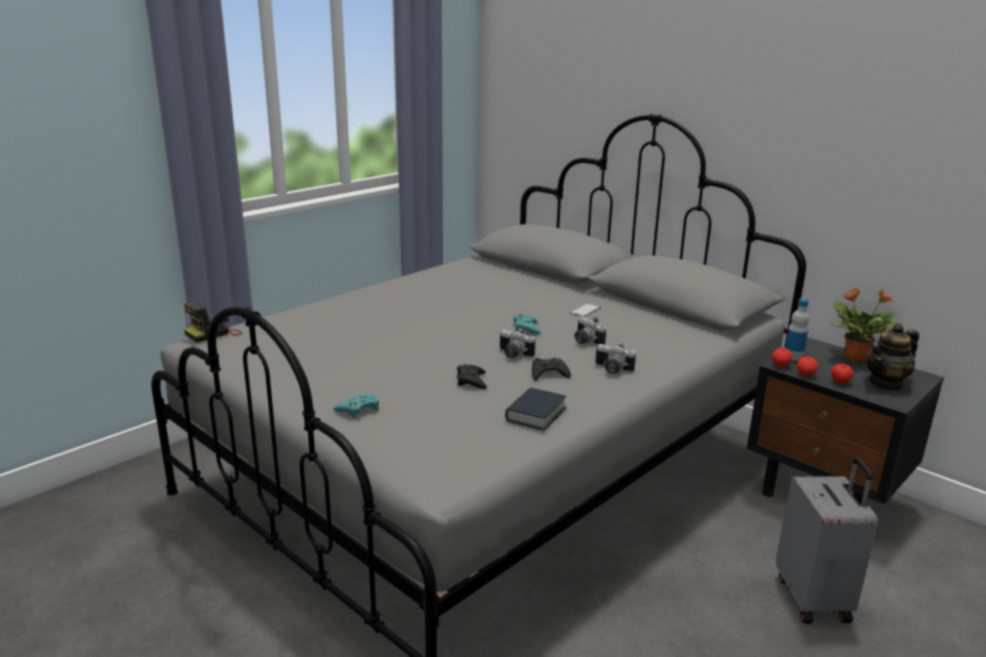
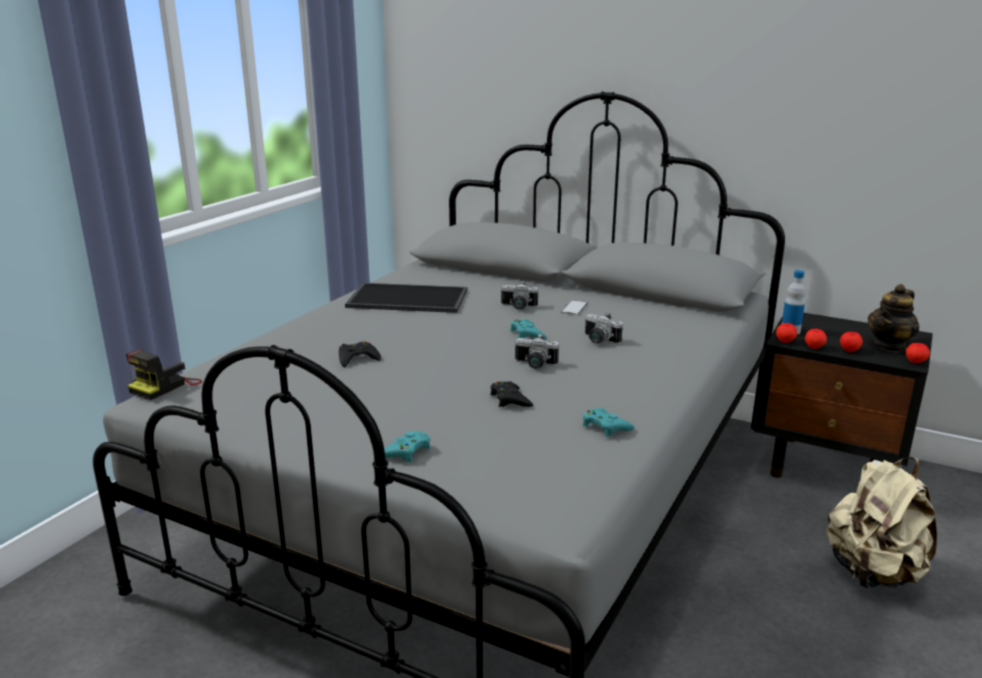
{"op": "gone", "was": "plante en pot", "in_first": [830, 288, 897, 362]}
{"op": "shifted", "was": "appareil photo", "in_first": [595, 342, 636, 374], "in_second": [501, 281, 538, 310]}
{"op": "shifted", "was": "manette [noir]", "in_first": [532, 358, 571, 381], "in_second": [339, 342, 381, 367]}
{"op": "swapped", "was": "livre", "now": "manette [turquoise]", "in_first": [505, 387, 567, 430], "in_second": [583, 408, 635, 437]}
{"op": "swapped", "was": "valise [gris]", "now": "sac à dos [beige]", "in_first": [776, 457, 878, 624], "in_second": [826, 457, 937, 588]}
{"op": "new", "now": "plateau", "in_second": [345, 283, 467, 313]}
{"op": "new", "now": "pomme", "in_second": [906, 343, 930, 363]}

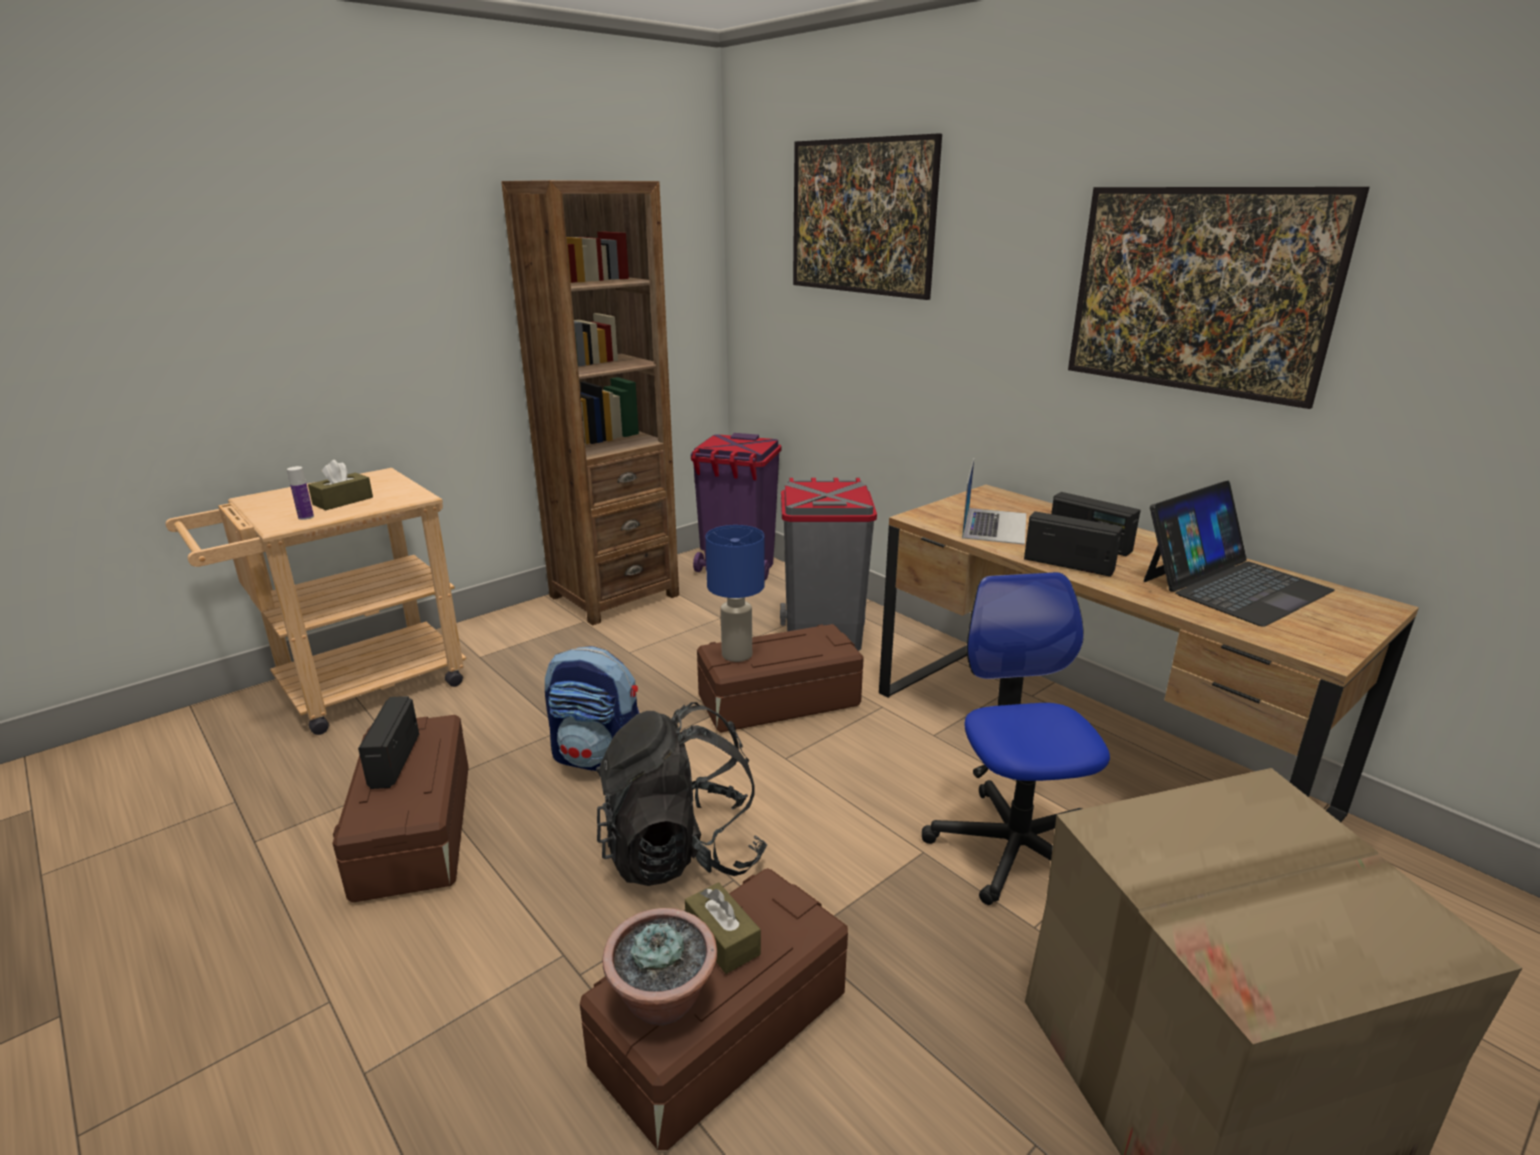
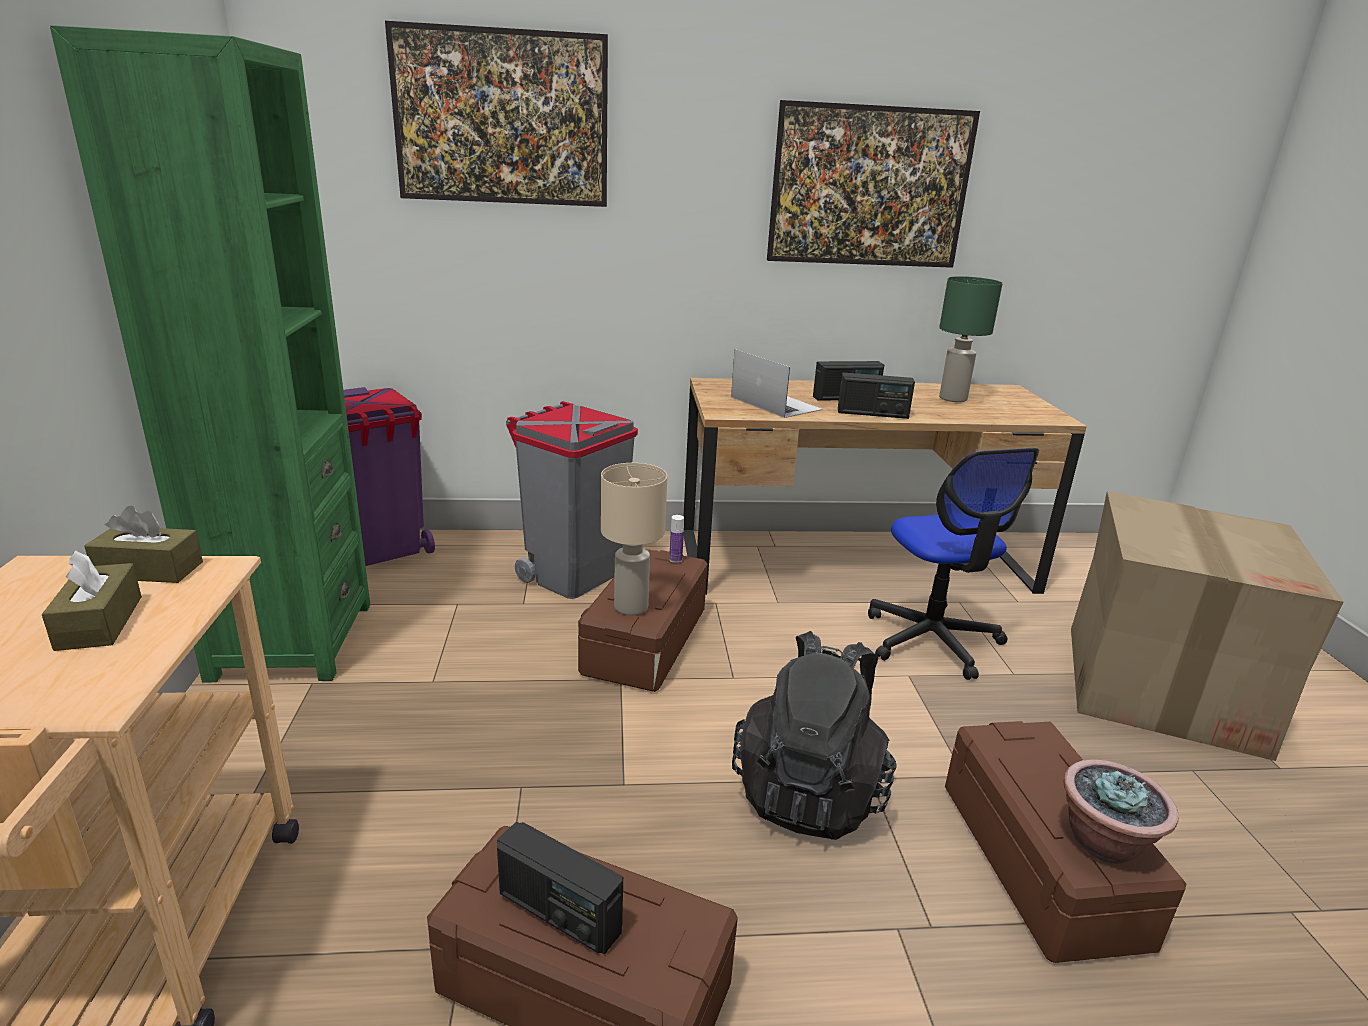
{"op": "repainted", "was": "bibliothèque [marron]", "now": "bibliothèque [vert]", "in_first": [501, 180, 679, 625], "in_second": [50, 25, 370, 683]}
{"op": "shifted", "was": "bouteille", "in_first": [287, 466, 314, 520], "in_second": [669, 515, 684, 563]}
{"op": "swapped", "was": "ordinateur portable", "now": "lampe de table [vert]", "in_first": [1144, 481, 1335, 627], "in_second": [939, 276, 1003, 402]}
{"op": "rotated", "was": "radio", "in_first": [1024, 511, 1123, 577], "in_second": [838, 373, 915, 419], "clockwise": -150}
{"op": "repainted", "was": "lampe de table [bleu]", "now": "lampe de table [beige]", "in_first": [705, 525, 765, 662], "in_second": [601, 463, 667, 615]}
{"op": "rotated", "was": "chaise de bureau", "in_first": [922, 572, 1110, 905], "in_second": [868, 448, 1039, 680], "clockwise": -135}
{"op": "gone", "was": "sac à dos", "in_first": [545, 646, 639, 771]}
{"op": "shifted", "was": "boîte à mouchoirs [marron]", "in_first": [685, 882, 761, 974], "in_second": [84, 506, 203, 583]}

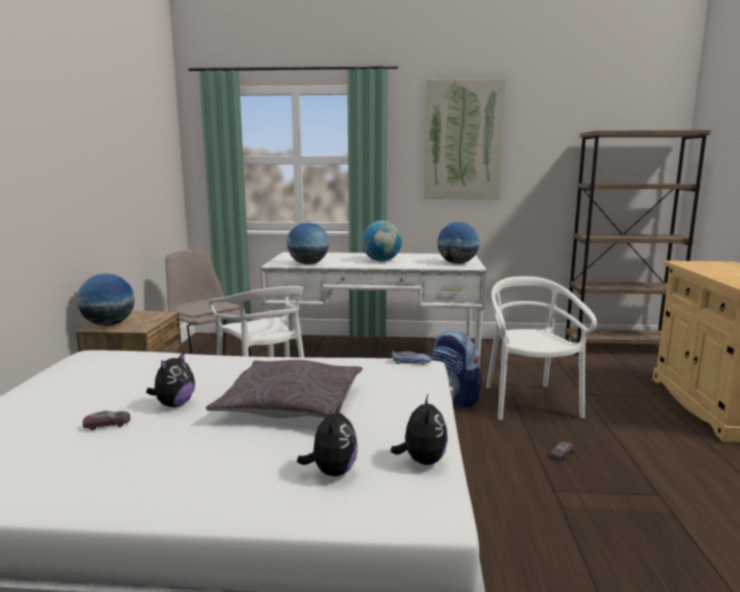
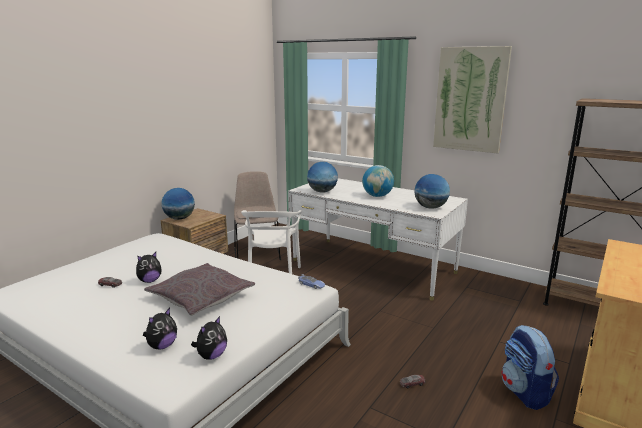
{"op": "gone", "was": "chaise [blanc]", "in_first": [486, 276, 597, 421]}
{"op": "shifted", "was": "sac à dos", "in_first": [432, 331, 482, 408], "in_second": [501, 325, 559, 410]}

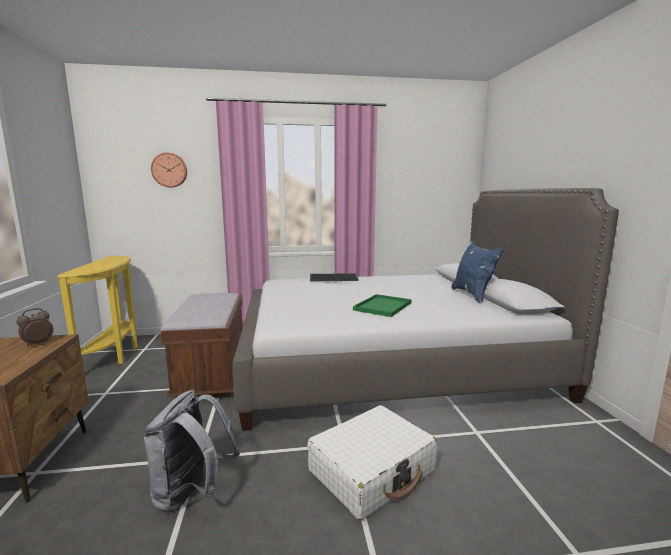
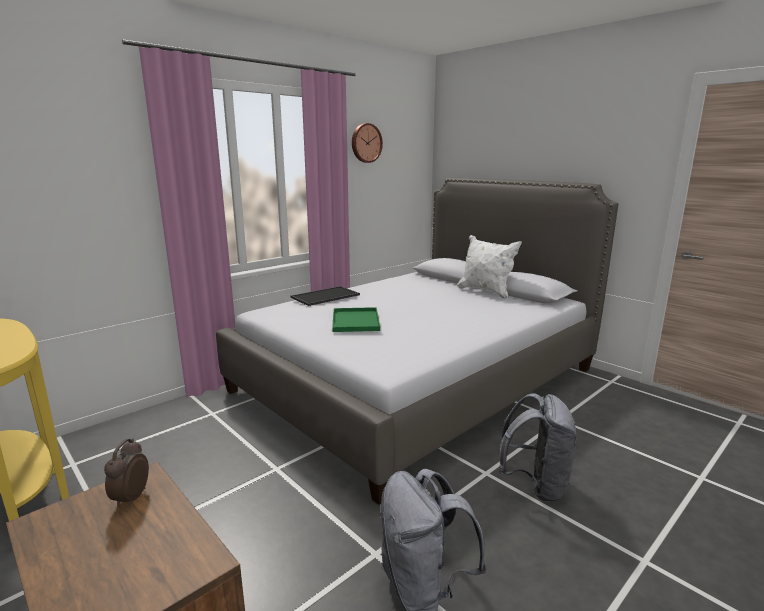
{"op": "shifted", "was": "horloge murale", "in_first": [151, 153, 187, 188], "in_second": [352, 123, 383, 163]}
{"op": "repainted", "was": "coussin [bleu]", "now": "coussin [blanc]", "in_first": [451, 240, 504, 303], "in_second": [457, 235, 522, 300]}
{"op": "gone", "was": "banc [marron]", "in_first": [161, 293, 242, 398]}
{"op": "shifted", "was": "plateau [vert]", "in_first": [353, 294, 412, 317], "in_second": [332, 307, 380, 332]}
{"op": "swapped", "was": "valise [blanc]", "now": "sac à dos [gris]", "in_first": [307, 405, 437, 520], "in_second": [499, 393, 577, 502]}

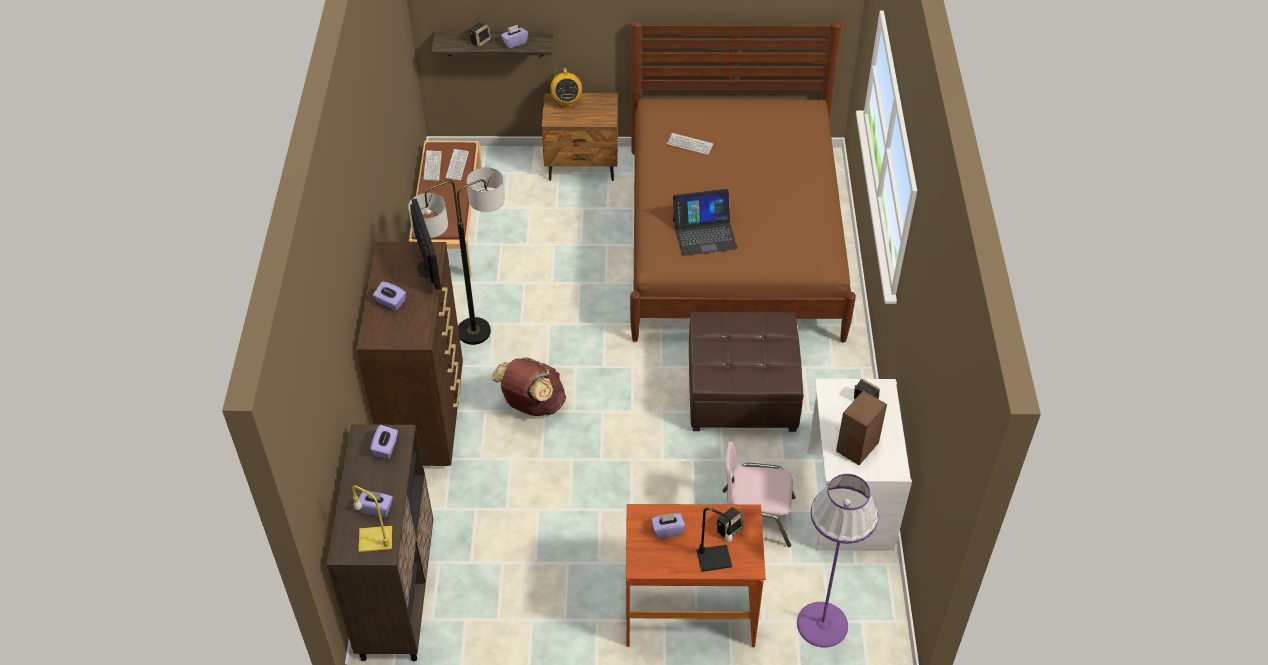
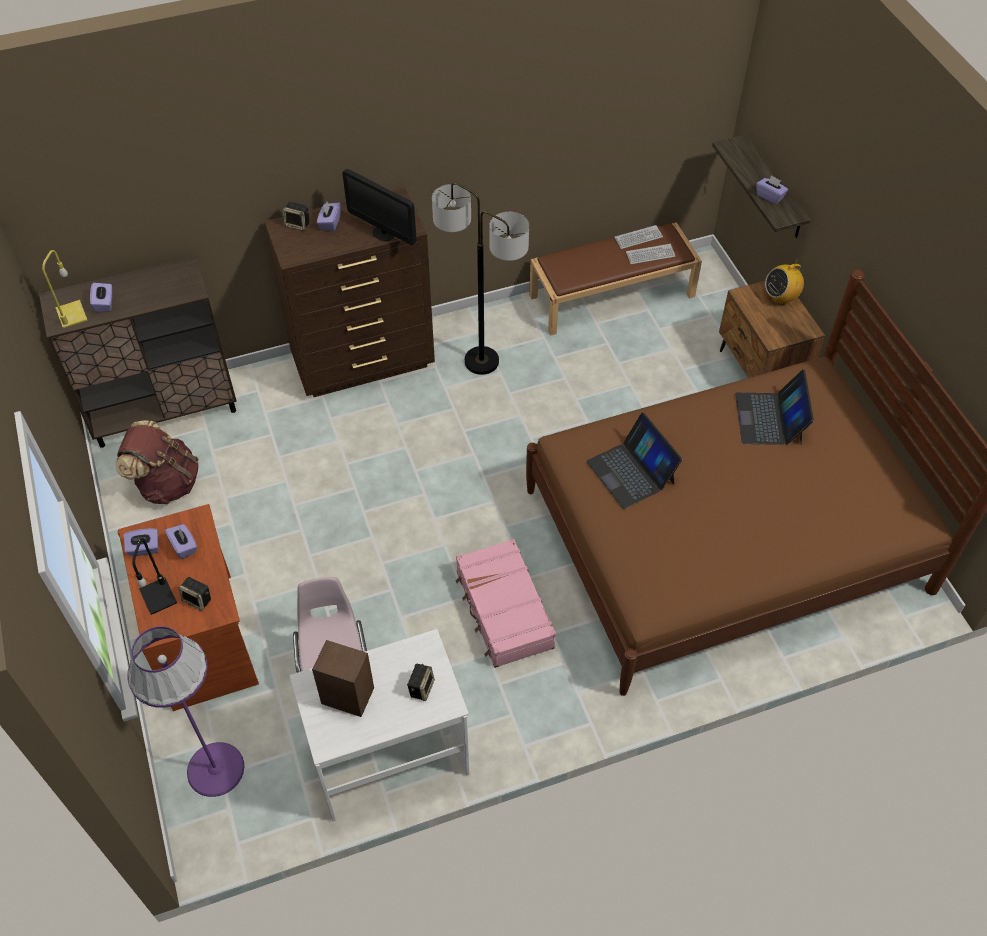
{"op": "shifted", "was": "enceinte", "in_first": [469, 22, 491, 47], "in_second": [283, 202, 309, 231]}
{"op": "swapped", "was": "clavier", "now": "ordinateur portable", "in_first": [667, 133, 713, 155], "in_second": [735, 369, 814, 445]}
{"op": "rotated", "was": "écran d'ordinateur", "in_first": [410, 199, 441, 290], "in_second": [342, 169, 416, 245], "clockwise": 75}
{"op": "swapped", "was": "pouf [marron]", "now": "valise [rose]", "in_first": [689, 312, 804, 432], "in_second": [455, 539, 556, 668]}
{"op": "shifted", "was": "sac à dos [marron]", "in_first": [491, 357, 566, 416], "in_second": [116, 420, 198, 504]}
{"op": "shifted", "was": "boîte à mouchoirs [violet]", "in_first": [370, 425, 398, 459], "in_second": [124, 528, 158, 556]}

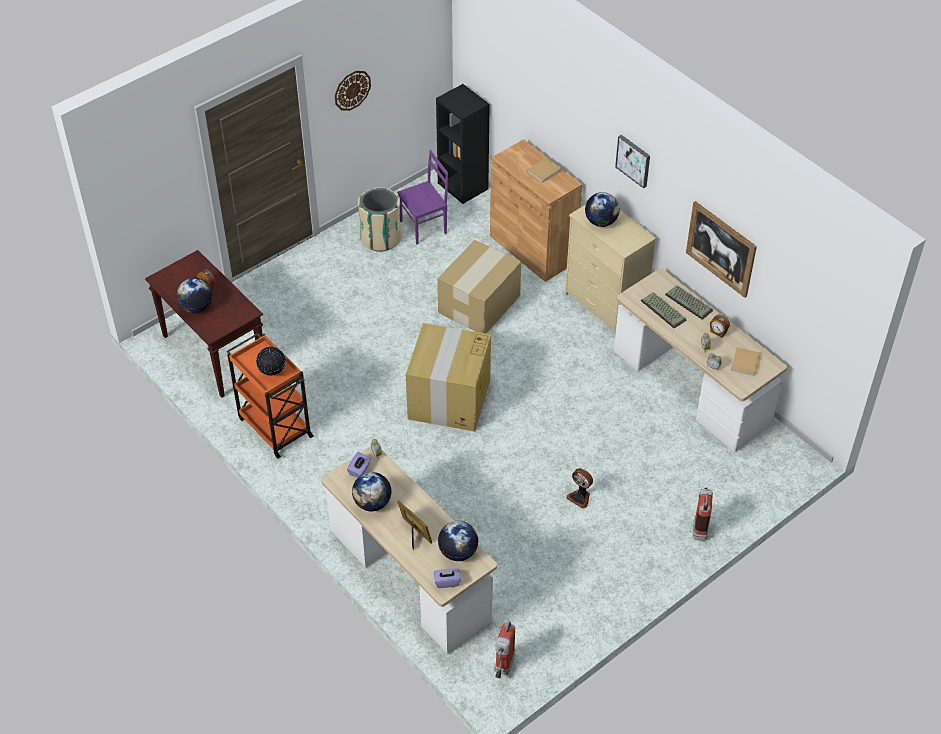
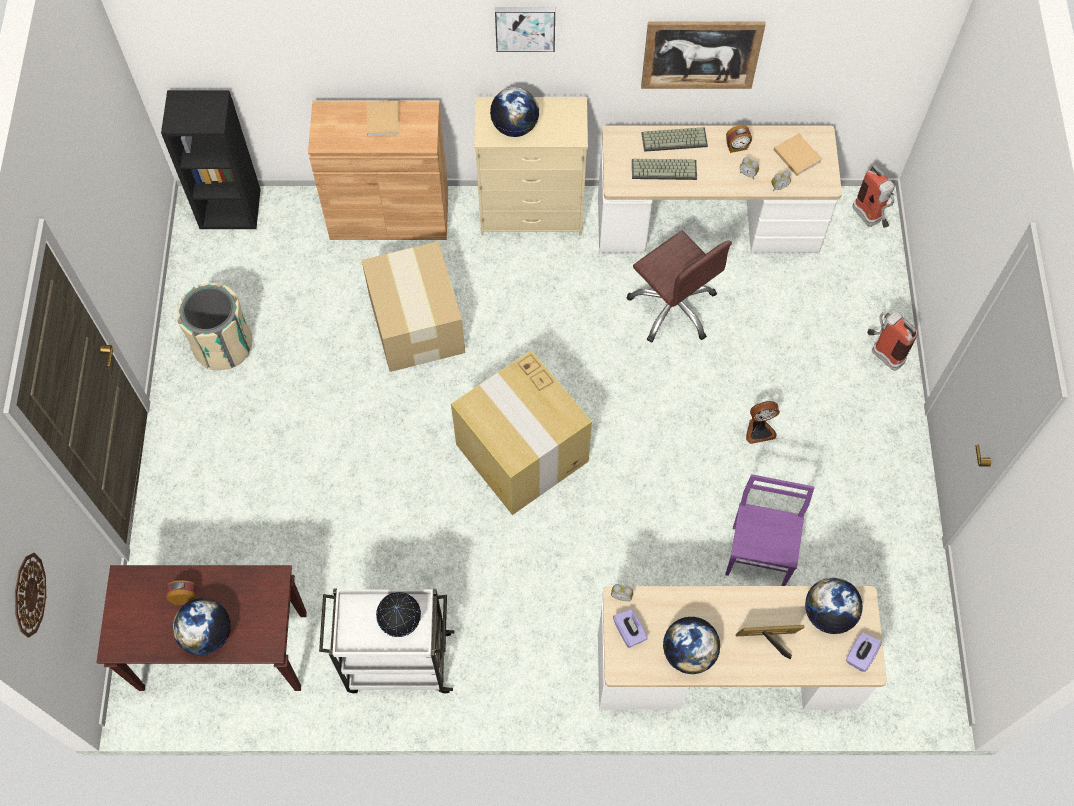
{"op": "shifted", "was": "horloge murale", "in_first": [335, 71, 371, 111], "in_second": [15, 553, 46, 638]}
{"op": "shifted", "was": "chaise [violet]", "in_first": [397, 150, 448, 244], "in_second": [725, 474, 815, 586]}
{"op": "repainted", "was": "chariot [orange]", "now": "chariot [blanc]", "in_first": [227, 333, 314, 459], "in_second": [319, 588, 455, 694]}
{"op": "shifted", "was": "extincteur", "in_first": [495, 621, 516, 678], "in_second": [852, 165, 895, 228]}
{"op": "new", "now": "chaise de bureau [marron]", "in_second": [627, 230, 732, 343]}

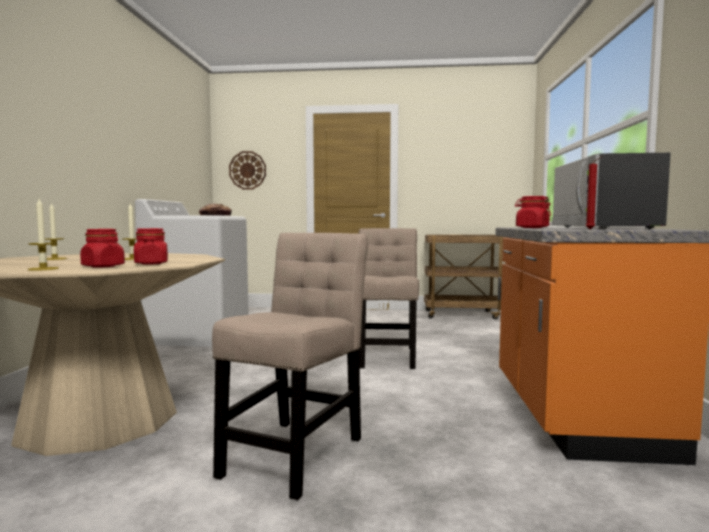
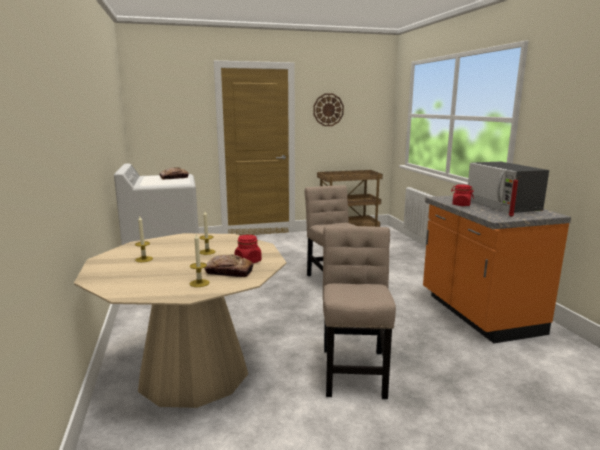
{"op": "shifted", "was": "horloge murale", "in_first": [229, 151, 266, 190], "in_second": [313, 94, 344, 126]}
{"op": "swapped", "was": "bocal [rouge]", "now": "pain", "in_first": [80, 229, 125, 268], "in_second": [204, 255, 253, 277]}

